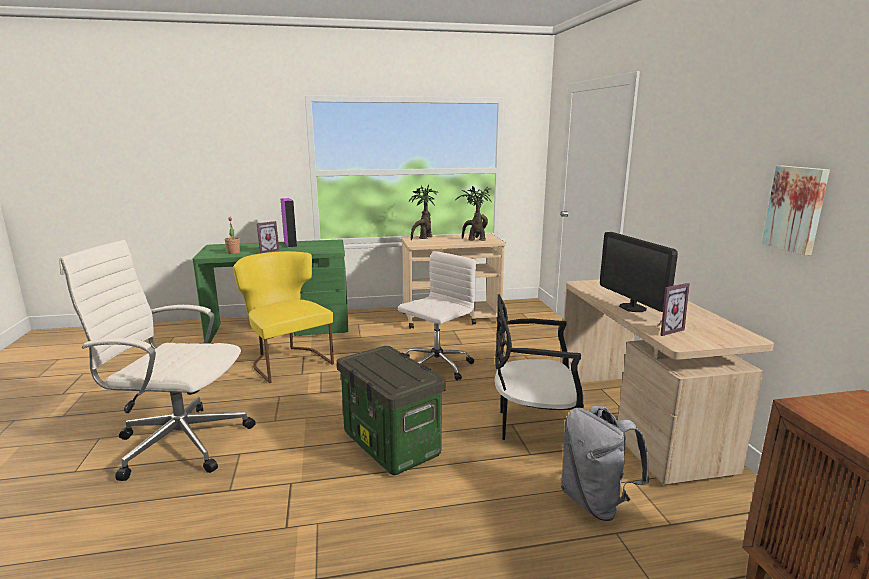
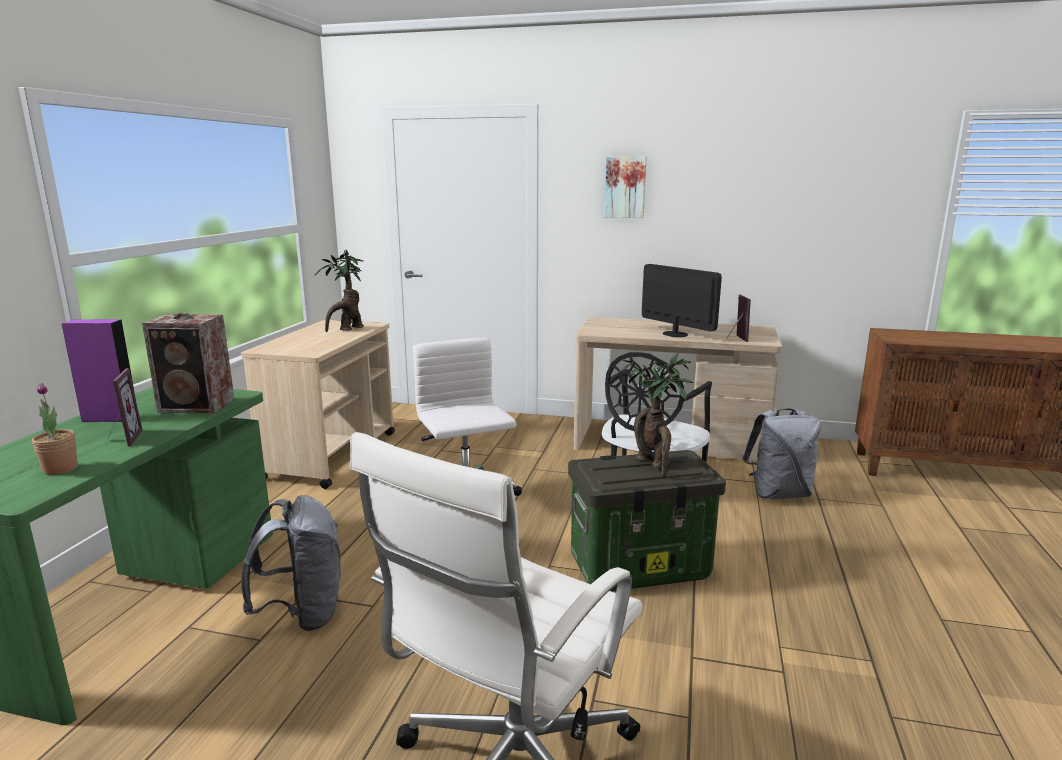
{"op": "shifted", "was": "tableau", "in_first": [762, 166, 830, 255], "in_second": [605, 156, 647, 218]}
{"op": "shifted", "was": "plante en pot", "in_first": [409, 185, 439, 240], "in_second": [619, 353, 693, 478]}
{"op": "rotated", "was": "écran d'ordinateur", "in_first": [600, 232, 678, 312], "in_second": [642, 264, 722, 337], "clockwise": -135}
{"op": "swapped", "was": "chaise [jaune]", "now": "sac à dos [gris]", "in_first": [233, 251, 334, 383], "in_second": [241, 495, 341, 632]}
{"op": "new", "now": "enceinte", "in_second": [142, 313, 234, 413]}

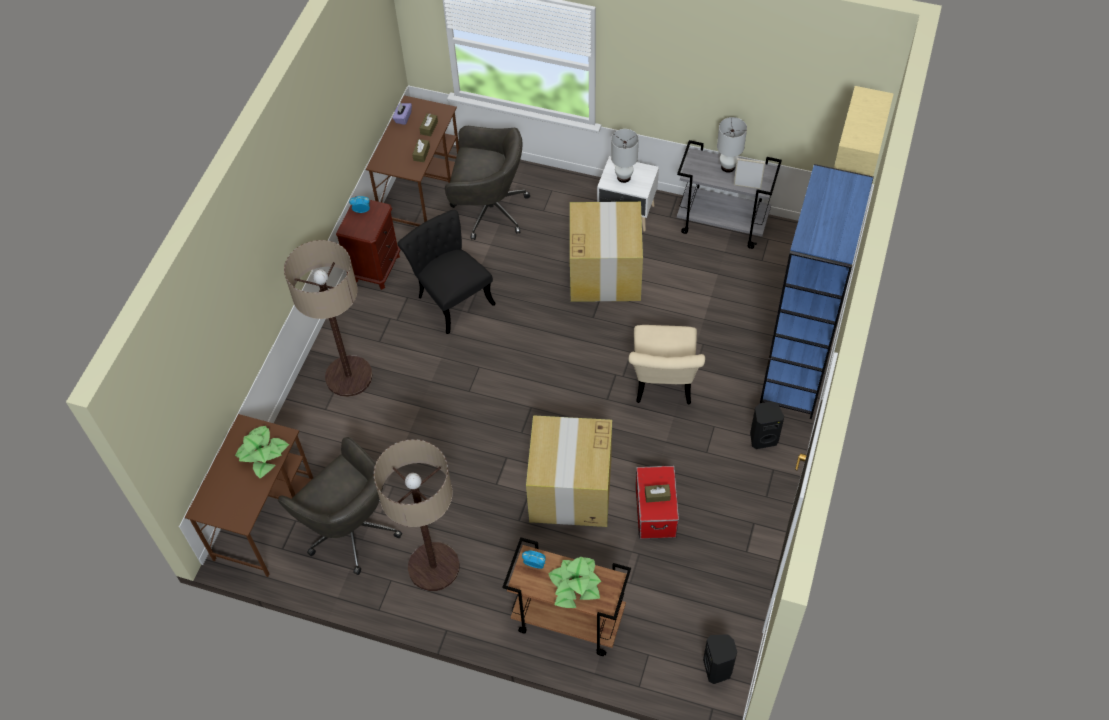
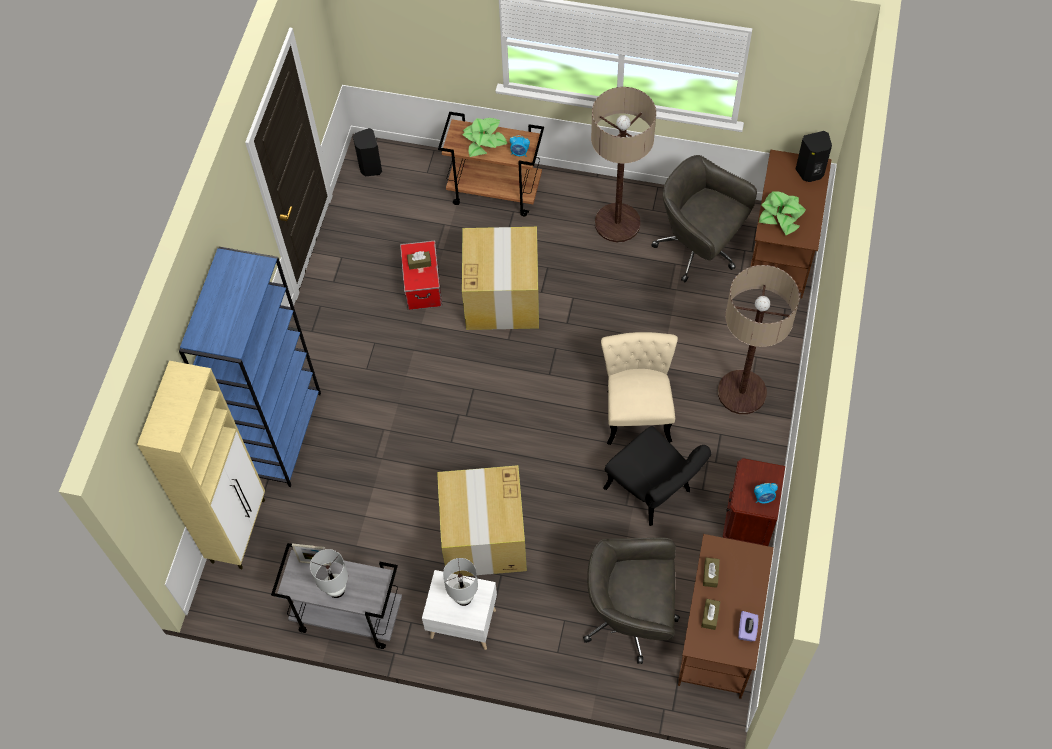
{"op": "shifted", "was": "chaise [beige]", "in_first": [629, 325, 705, 405], "in_second": [601, 332, 678, 445]}
{"op": "shifted", "was": "enceinte [noir]", "in_first": [750, 401, 784, 449], "in_second": [796, 131, 832, 182]}

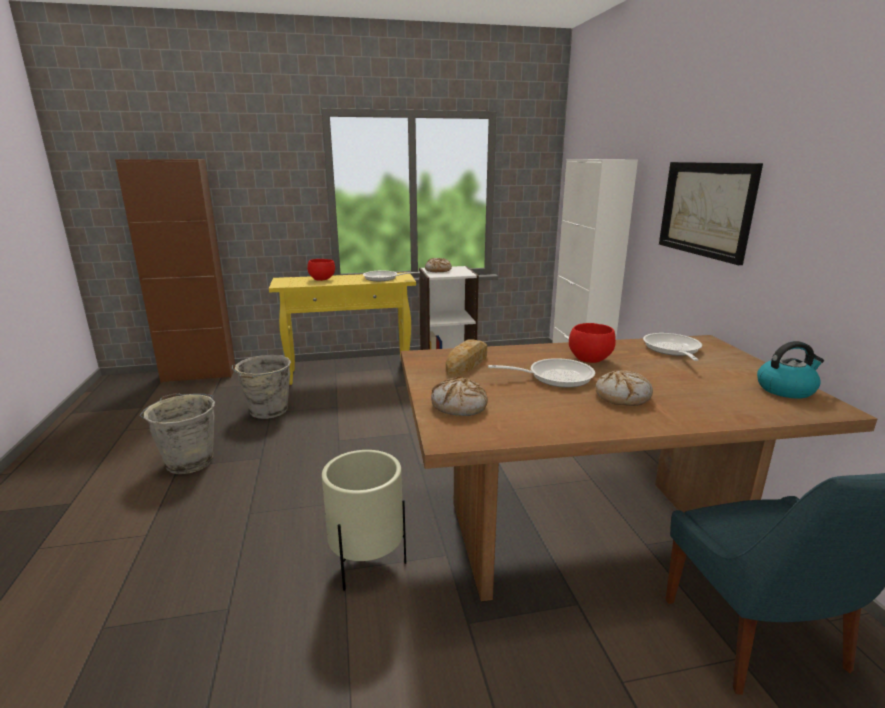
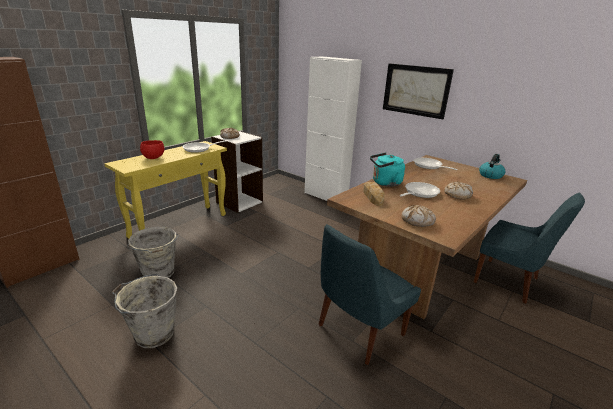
{"op": "gone", "was": "bol [rouge]", "in_first": [569, 323, 616, 363]}
{"op": "swapped", "was": "cache-pot [beige]", "now": "chaise [bleu]", "in_first": [322, 450, 406, 591], "in_second": [319, 224, 421, 365]}
{"op": "new", "now": "bouilloire [turquoise]", "in_second": [370, 153, 405, 187]}

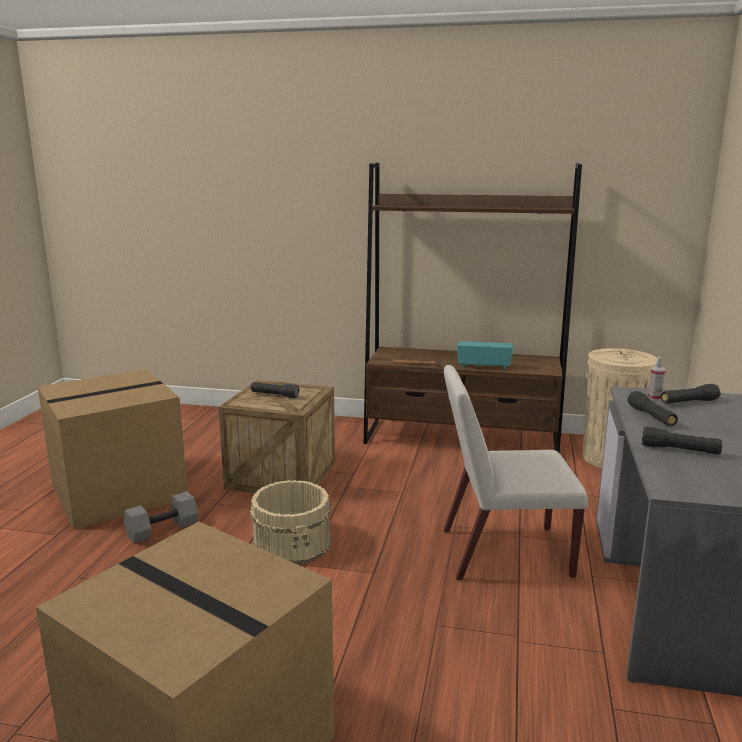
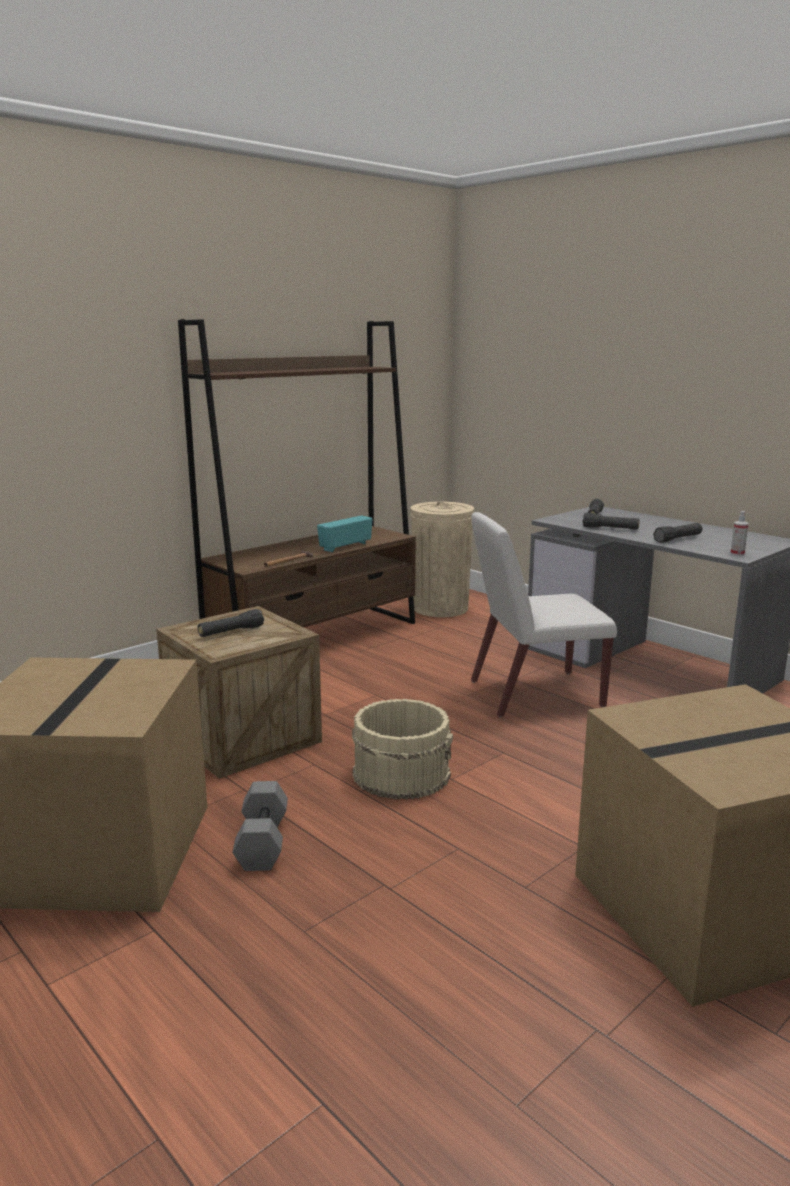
{"op": "shifted", "was": "vaporisateur", "in_first": [648, 357, 666, 401], "in_second": [731, 511, 749, 556]}
{"op": "rotated", "was": "chaise [blanc]", "in_first": [444, 365, 588, 581], "in_second": [471, 512, 617, 717], "clockwise": 45}

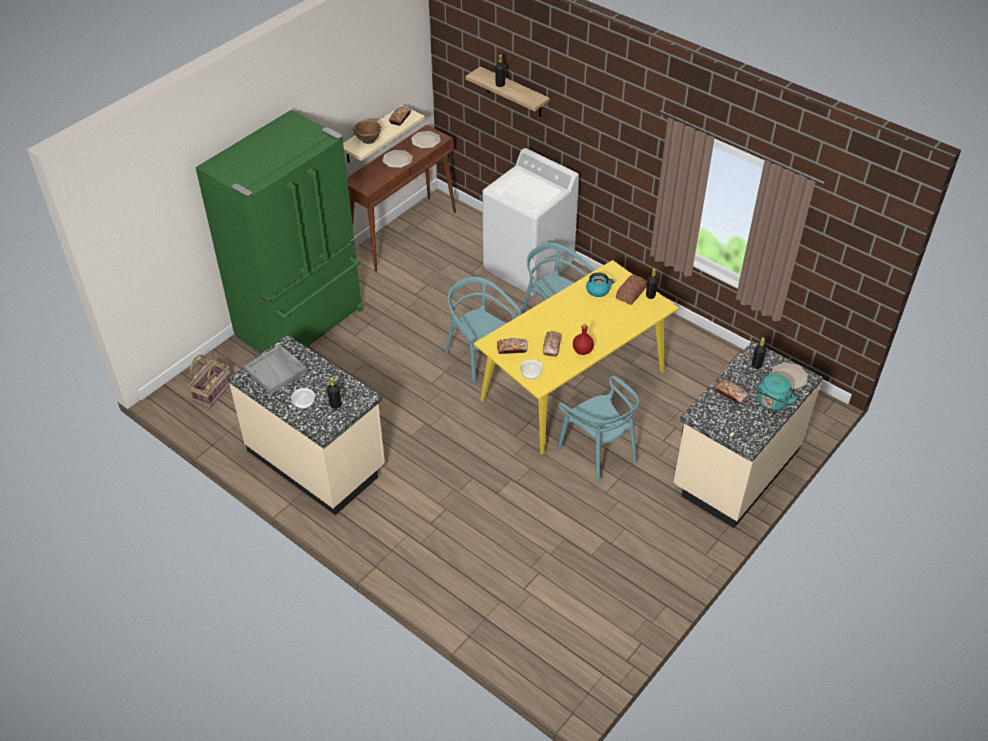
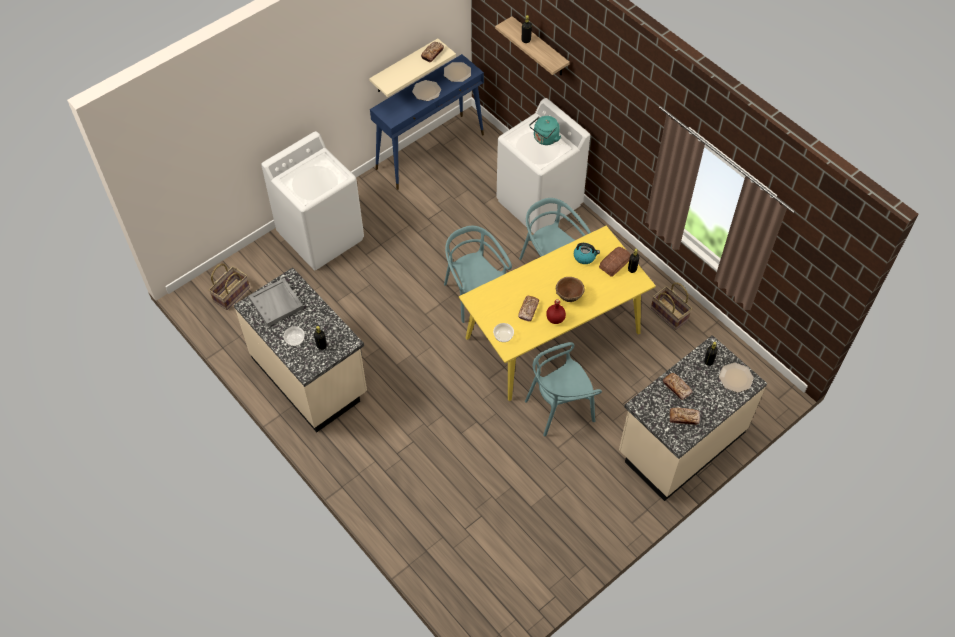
{"op": "swapped", "was": "réfrigérateur [vert]", "now": "lave-linge [blanc]", "in_first": [195, 110, 363, 354], "in_second": [261, 131, 364, 270]}
{"op": "shifted", "was": "bol [marron]", "in_first": [353, 120, 382, 144], "in_second": [556, 277, 585, 302]}
{"op": "repainted", "was": "table console [marron]", "now": "table console [bleu]", "in_first": [347, 125, 456, 272], "in_second": [370, 54, 484, 190]}
{"op": "shifted", "was": "pain", "in_first": [497, 338, 528, 354], "in_second": [670, 408, 700, 425]}
{"op": "shifted", "was": "bouilloire [turquoise]", "in_first": [756, 374, 798, 411], "in_second": [529, 116, 561, 145]}
{"op": "rotated", "was": "chaise [turquoise]", "in_first": [557, 375, 639, 485], "in_second": [525, 342, 602, 437], "clockwise": 90}
{"op": "new", "now": "panier", "in_second": [651, 282, 692, 330]}

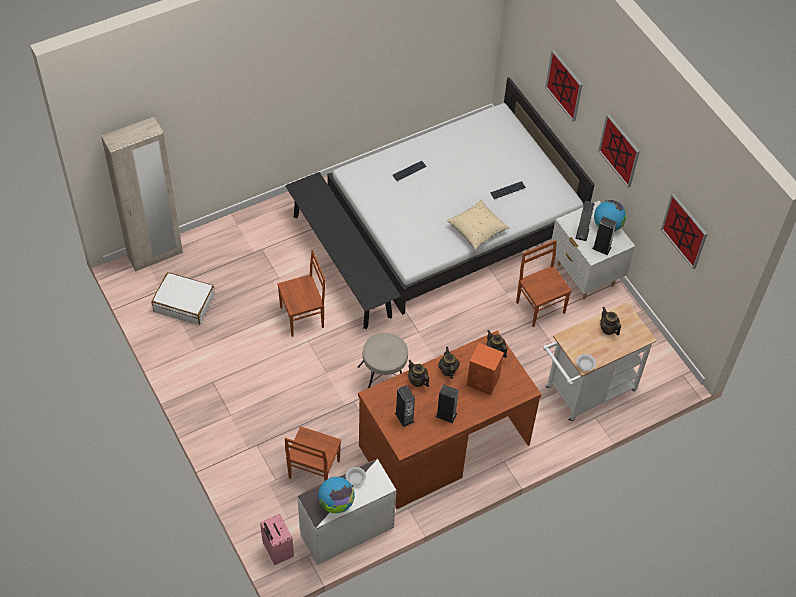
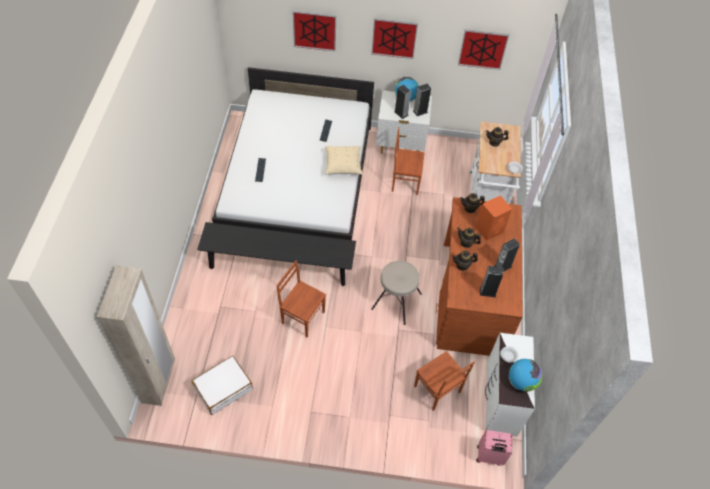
{"op": "rotated", "was": "chaise [marron]", "in_first": [277, 250, 325, 337], "in_second": [277, 260, 326, 337], "clockwise": -75}

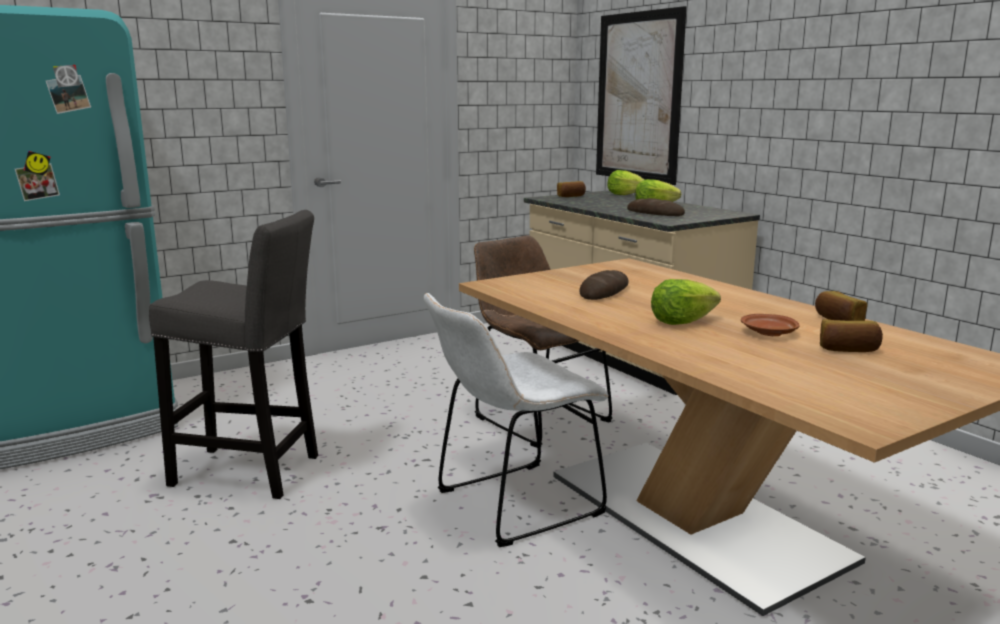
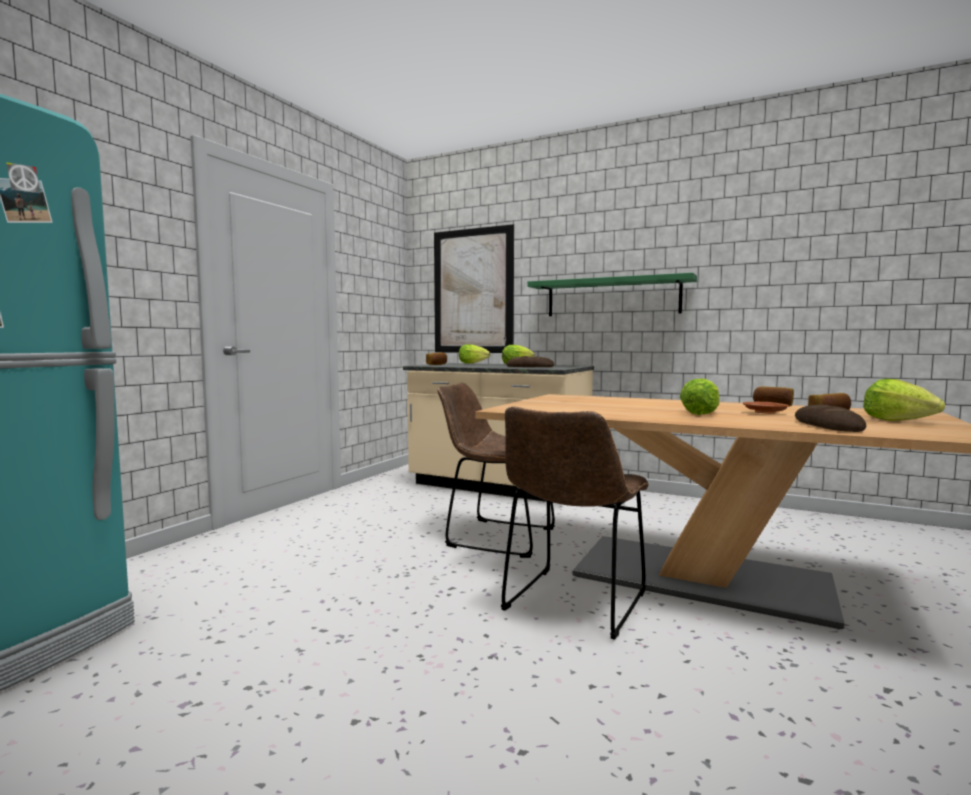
{"op": "gone", "was": "tabouret [gris]", "in_first": [149, 210, 318, 499]}
{"op": "shifted", "was": "pain", "in_first": [579, 270, 629, 300], "in_second": [795, 404, 866, 432]}
{"op": "repainted", "was": "chaise [blanc]", "now": "chaise [marron]", "in_first": [424, 293, 609, 547], "in_second": [501, 406, 649, 640]}
{"op": "new", "now": "étagère [vert]", "in_second": [527, 273, 697, 316]}
{"op": "new", "now": "laitue", "in_second": [863, 379, 945, 421]}

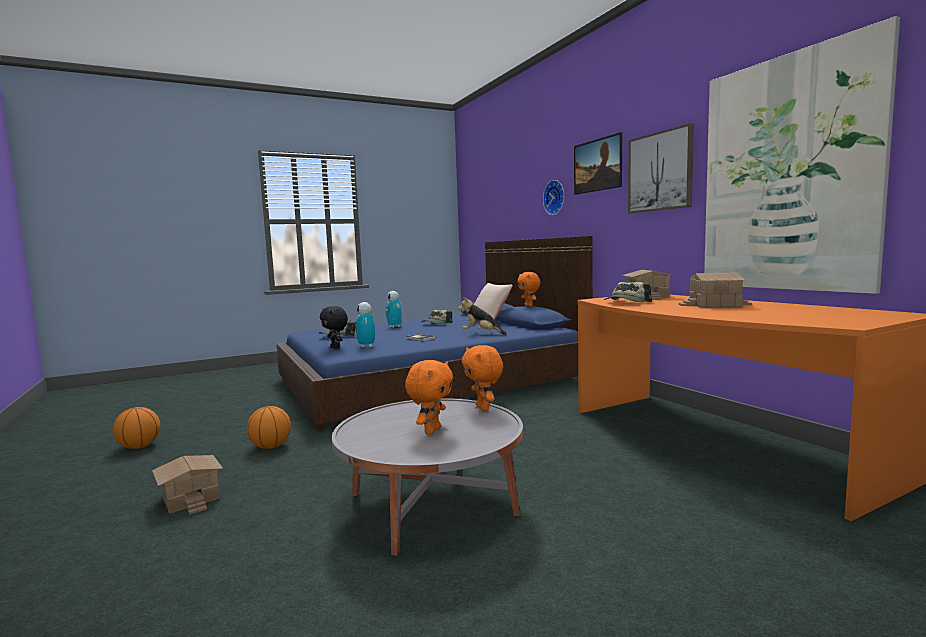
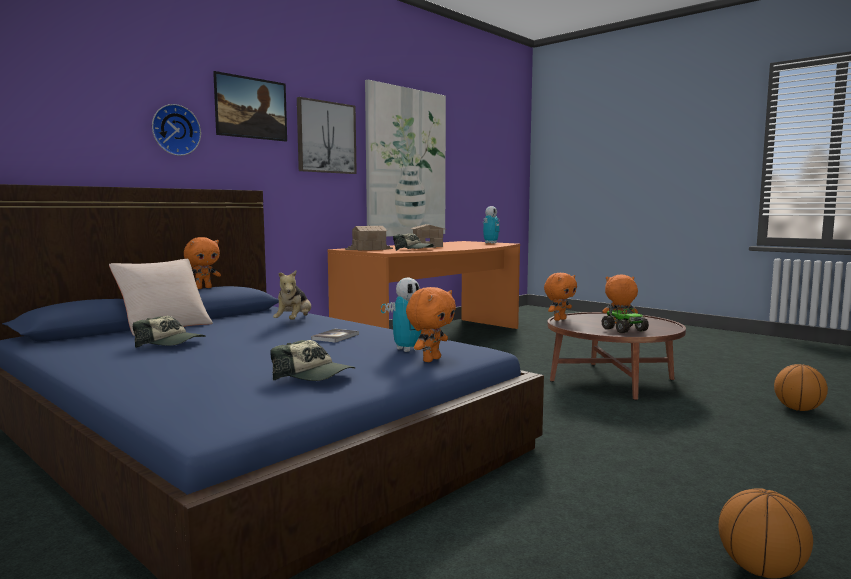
{"op": "shifted", "was": "robot jouet", "in_first": [385, 291, 402, 328], "in_second": [483, 206, 500, 243]}
{"op": "repainted", "was": "peluche [noir]", "now": "peluche [orange]", "in_first": [320, 306, 348, 349], "in_second": [406, 287, 456, 362]}
{"op": "repainted", "was": "table basse [gris]", "now": "table basse [marron]", "in_first": [332, 398, 523, 556], "in_second": [547, 312, 686, 400]}
{"op": "shifted", "was": "ballon de basket", "in_first": [247, 406, 291, 449], "in_second": [774, 364, 828, 411]}
{"op": "gone", "was": "maison miniature", "in_first": [152, 455, 223, 515]}
{"op": "new", "now": "camion jouet", "in_second": [602, 303, 649, 333]}

